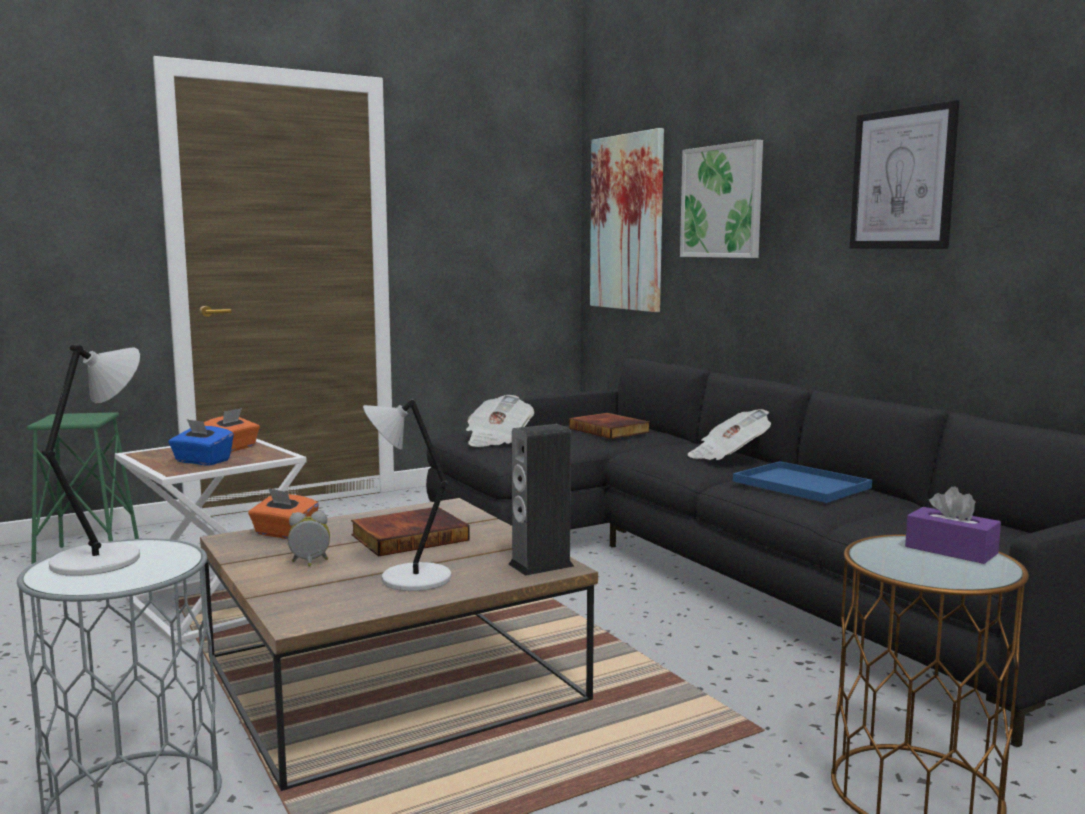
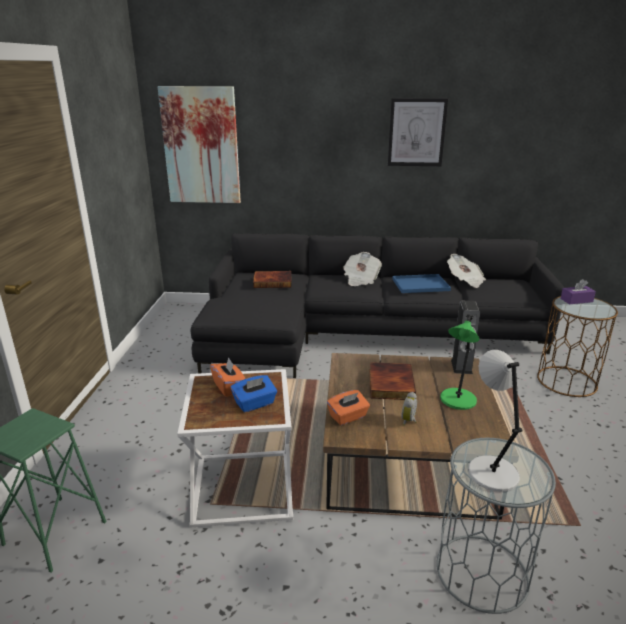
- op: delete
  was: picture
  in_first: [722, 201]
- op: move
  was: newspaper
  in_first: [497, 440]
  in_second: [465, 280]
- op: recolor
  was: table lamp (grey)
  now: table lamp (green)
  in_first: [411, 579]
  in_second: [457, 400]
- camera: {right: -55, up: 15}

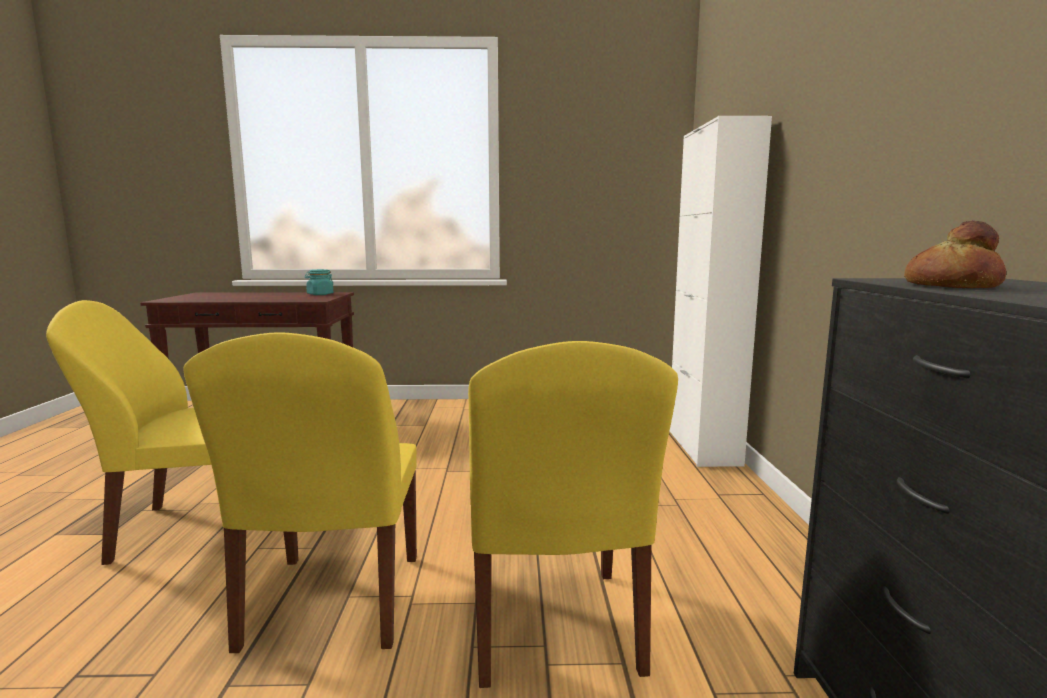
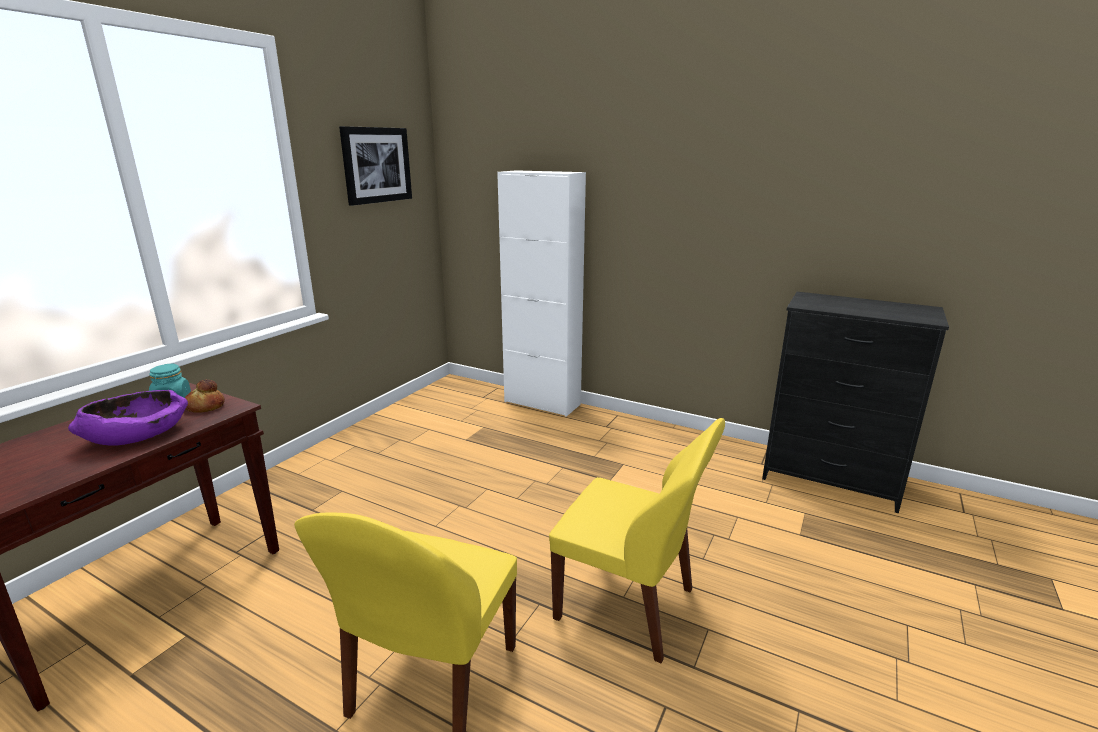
- op: delete
  was: chair (yellow)
  in_first: [553, 629]
- op: insert
  now: bowl (purple)
  in_second: [137, 435]
- op: insert
  now: picture
  in_second: [376, 165]
- op: move
  was: bread
  in_first: [950, 286]
  in_second: [204, 407]
- camera: {right: -60, up: 10}

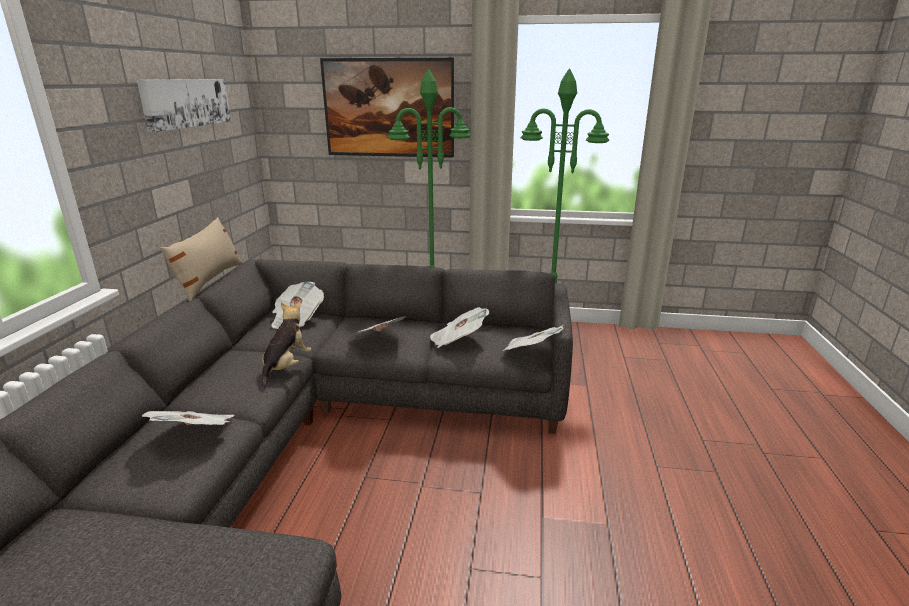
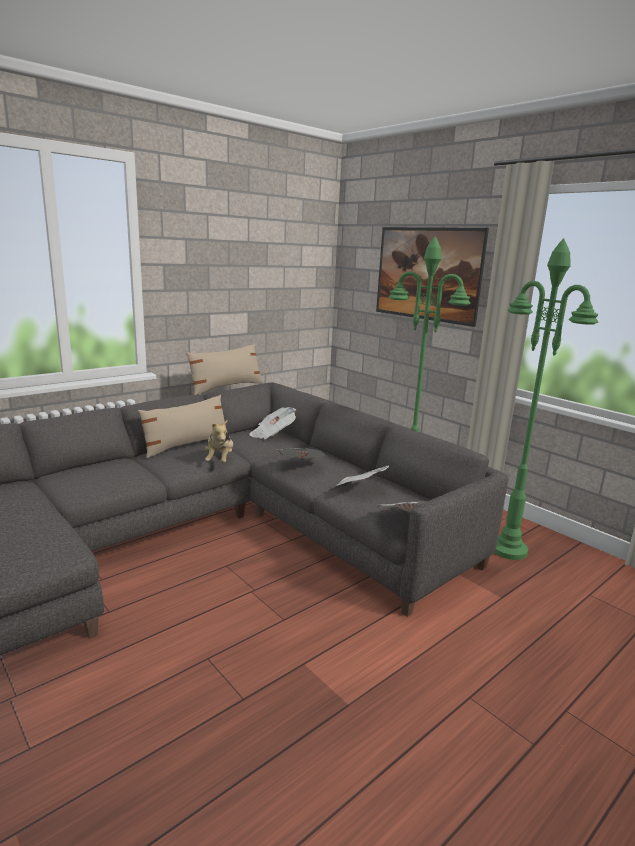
- op: delete
  was: picture
  in_first: [187, 103]
- op: delete
  was: newspaper
  in_first: [196, 434]
- op: insert
  now: pillow (beige)
  in_second: [186, 445]
- op: rotate
  was: plush toy
  in_first: [286, 367]
  in_second: [220, 460]
  clockwise: 120
- camera: {right: 40, up: -5}

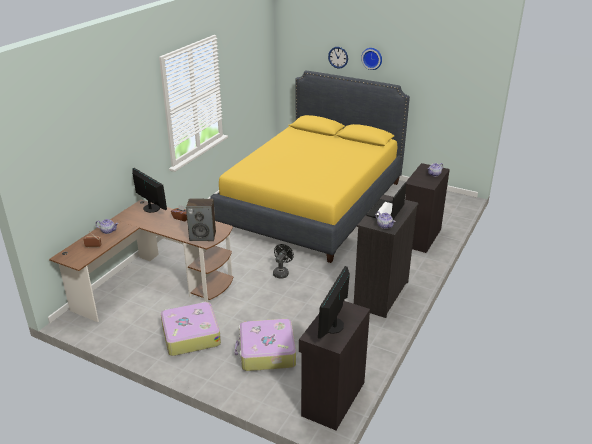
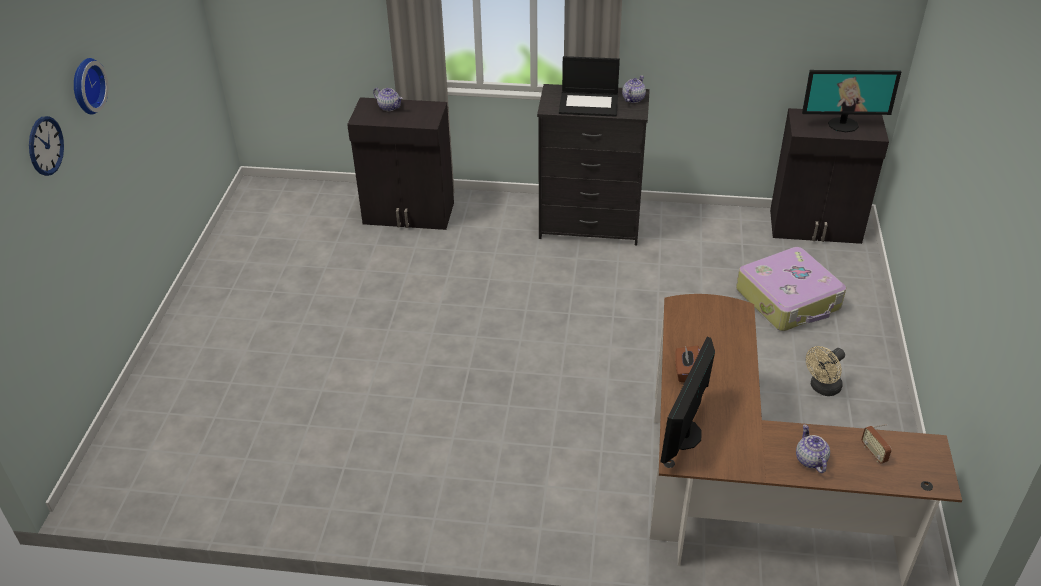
- op: delete
  was: speaker
  in_first: [203, 236]
- op: delete
  was: bed (yellow)
  in_first: [313, 204]
- op: delete
  was: fan (black)
  in_first: [281, 272]
- op: replace
  was: suitcase
  now: fan (beige)
  in_first: [190, 335]
  in_second: [822, 388]
- camera: {right: -110, up: 10}

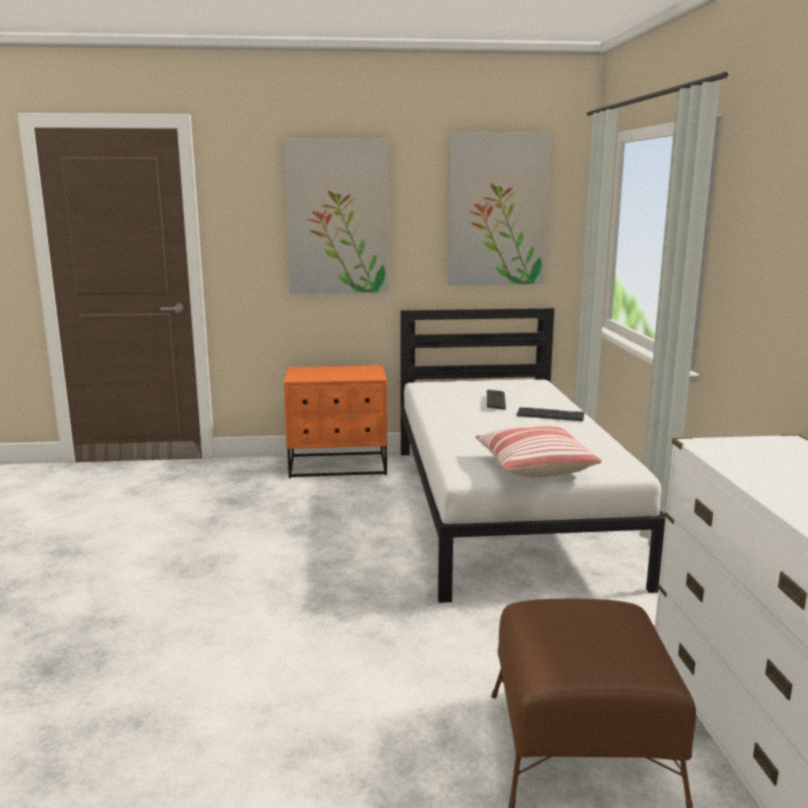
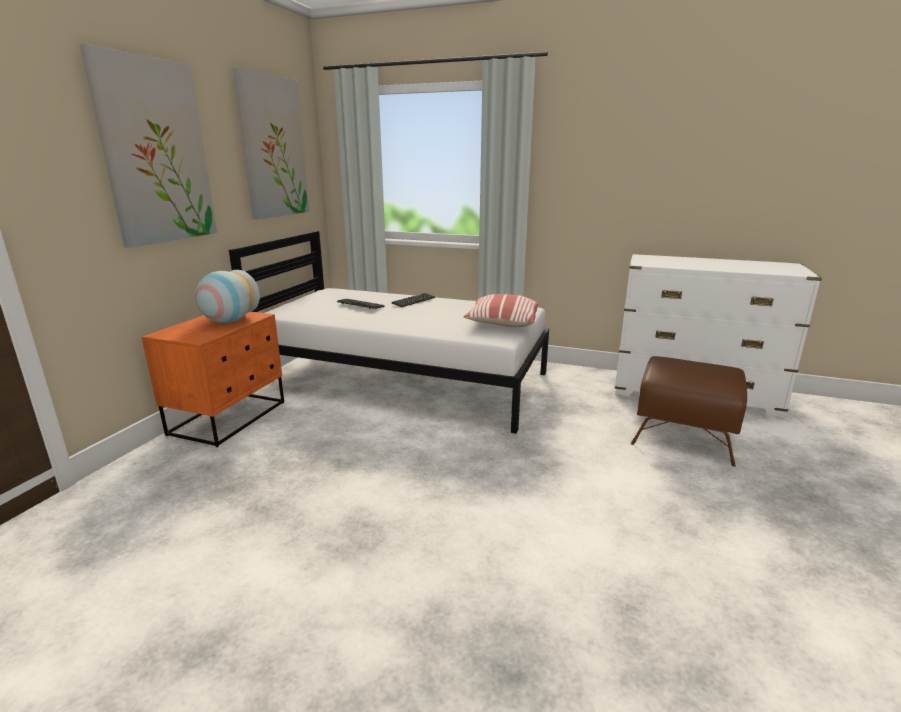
- op: insert
  now: vase
  in_second: [228, 321]
- camera: {right: -65, up: 5}

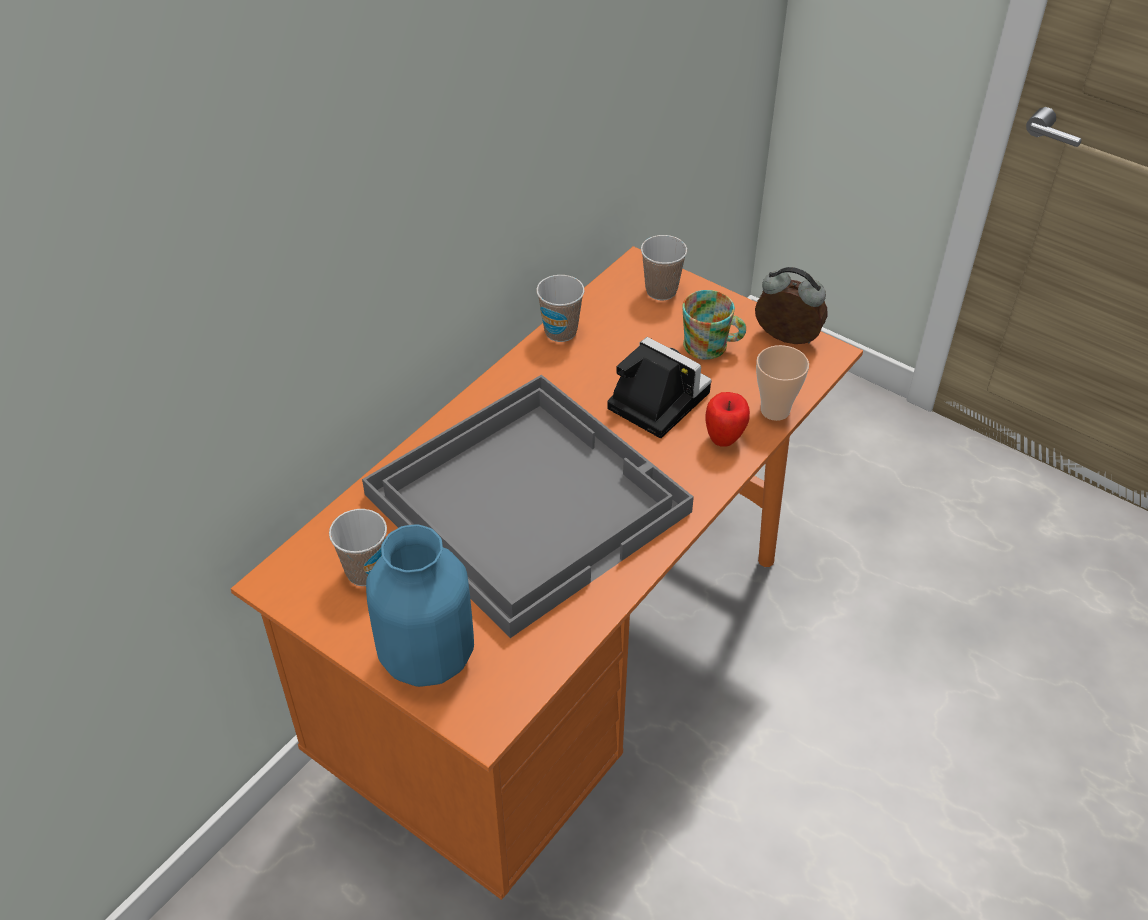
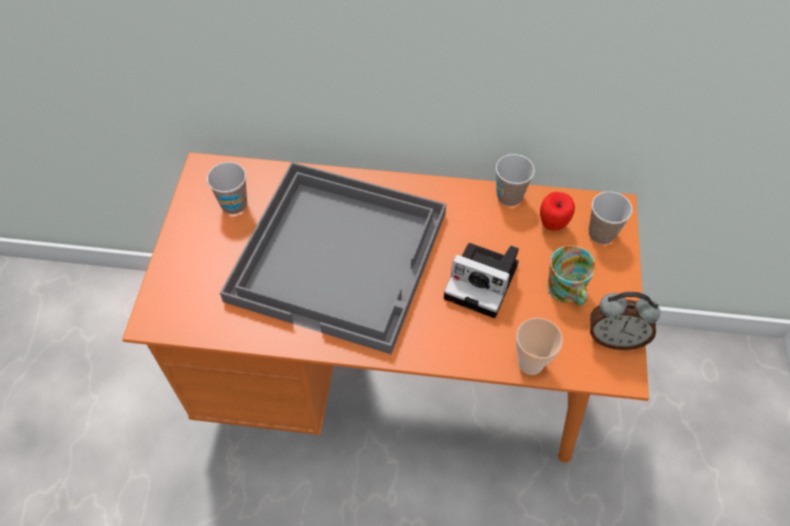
- op: delete
  was: vase (blue)
  in_first: [426, 655]
- op: move
  was: apple
  in_first: [724, 440]
  in_second: [552, 225]
- op: rotate
  was: photo camera
  in_first: [654, 399]
  in_second: [484, 282]
  clockwise: 105
- op: rotate
  was: alarm clock
  in_first: [786, 340]
  in_second: [614, 338]
  clockwise: 105
- camera: {right: 60, up: 10}

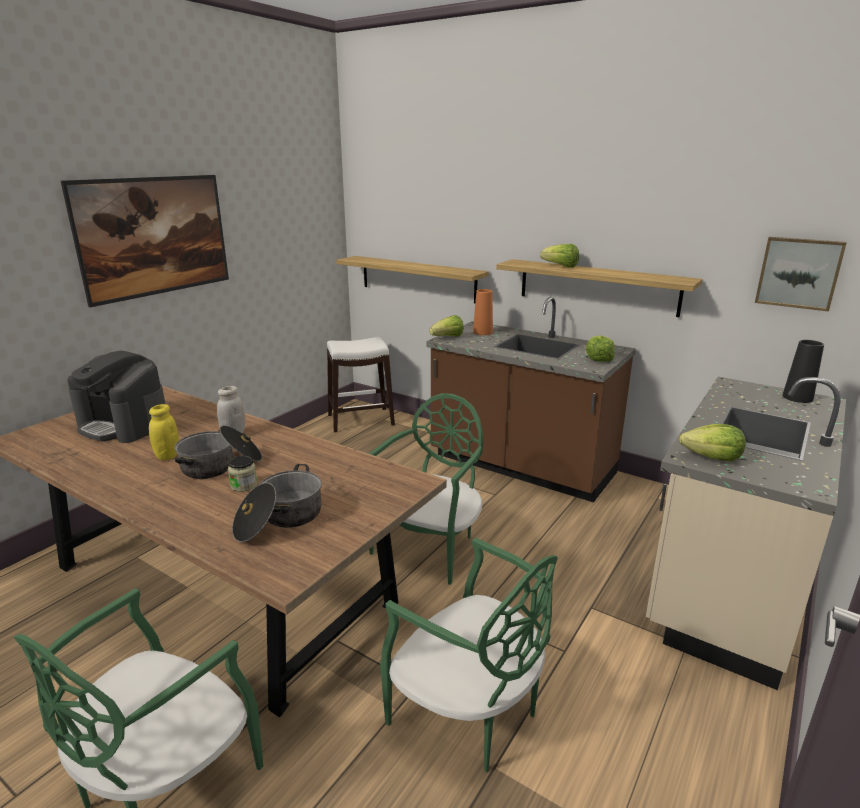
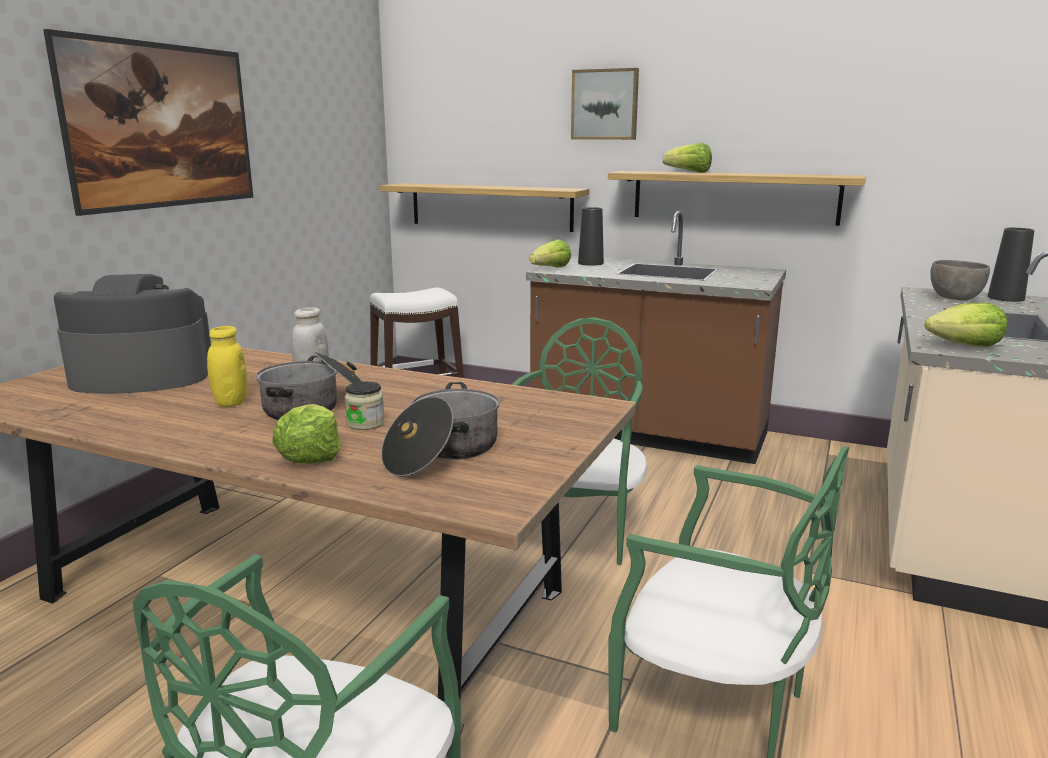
- op: insert
  now: bowl (grey)
  in_second: [954, 298]
- op: move
  was: lettuce
  in_first: [598, 358]
  in_second: [310, 455]
- op: move
  was: picture
  in_first: [799, 273]
  in_second: [605, 104]
- op: recolor
  was: vase (orange)
  now: vase (black)
  in_first: [482, 332]
  in_second: [590, 263]
- op: rotate
  was: coffee machine
  in_first: [124, 425]
  in_second: [142, 376]
  clockwise: 150
- camera: {right: -10, up: -5}

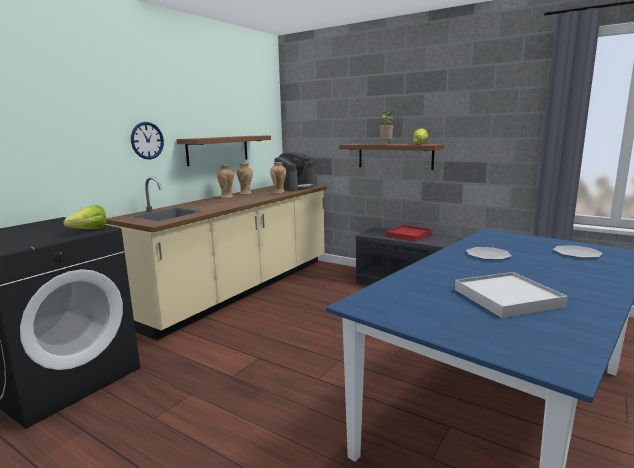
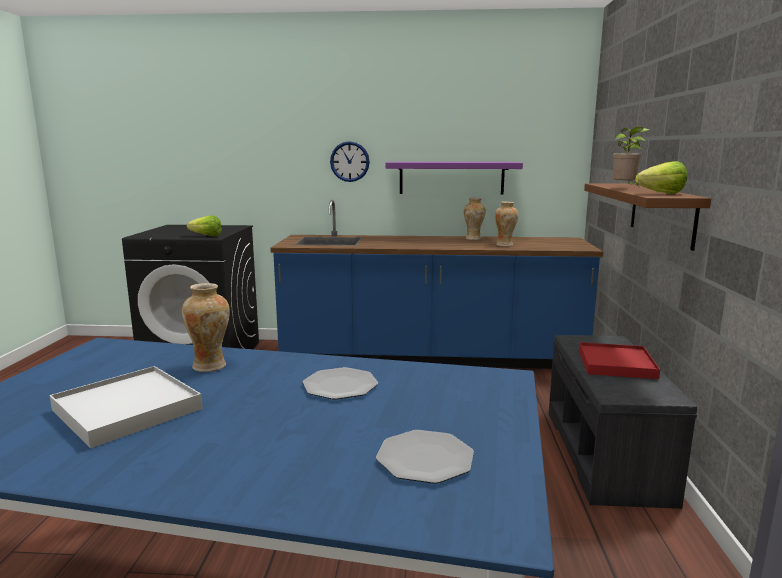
- op: delete
  was: coffee machine
  in_first: [295, 187]
- op: move
  was: vase
  in_first: [227, 197]
  in_second: [210, 366]
- op: recolor
  was: counter (beige)
  now: counter (blue)
  in_first: [242, 289]
  in_second: [431, 357]
- op: recolor
  was: shelf (brown)
  now: shelf (purple)
  in_first: [218, 150]
  in_second: [451, 178]
- camera: {right: 60, up: 0}

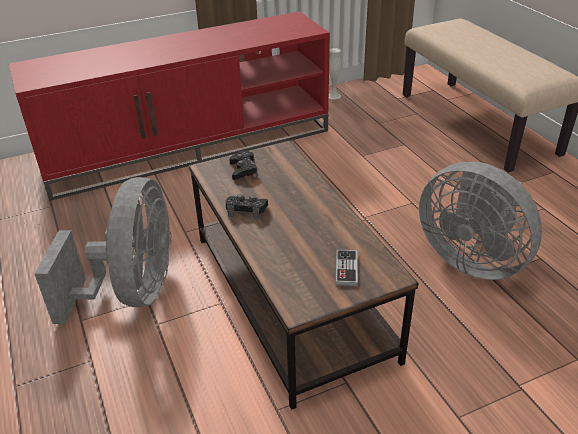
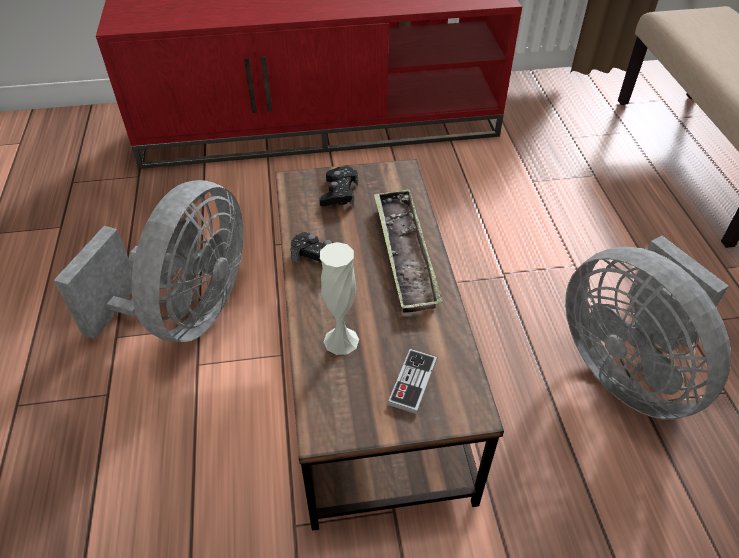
- op: insert
  now: tray
  in_second: [405, 254]
- op: move
  was: vase (white)
  in_first: [333, 96]
  in_second: [341, 340]
- camera: {right: 15, up: 10}

